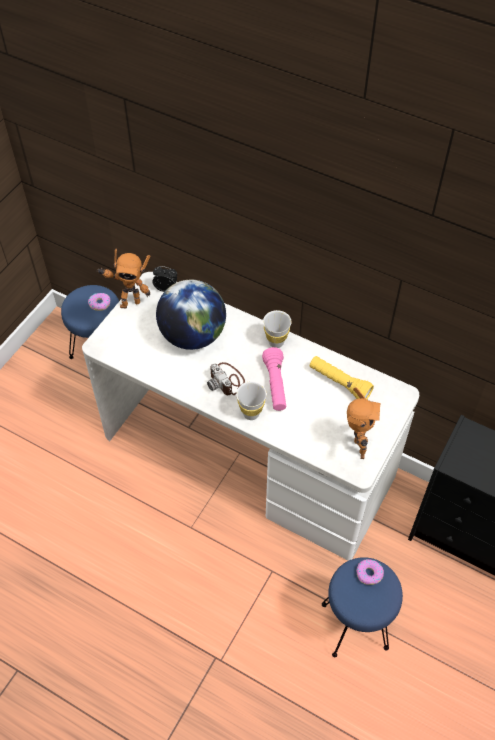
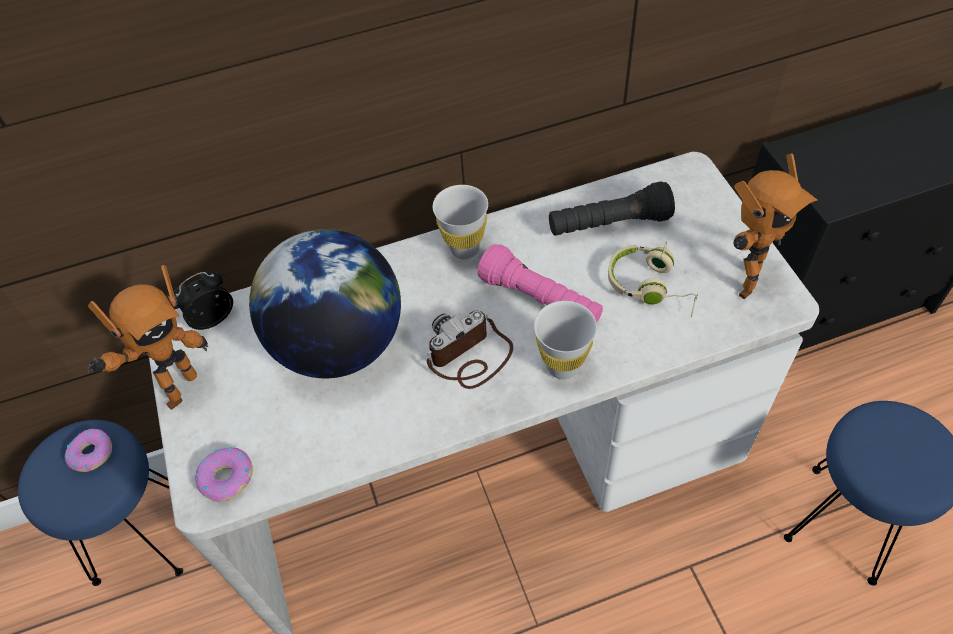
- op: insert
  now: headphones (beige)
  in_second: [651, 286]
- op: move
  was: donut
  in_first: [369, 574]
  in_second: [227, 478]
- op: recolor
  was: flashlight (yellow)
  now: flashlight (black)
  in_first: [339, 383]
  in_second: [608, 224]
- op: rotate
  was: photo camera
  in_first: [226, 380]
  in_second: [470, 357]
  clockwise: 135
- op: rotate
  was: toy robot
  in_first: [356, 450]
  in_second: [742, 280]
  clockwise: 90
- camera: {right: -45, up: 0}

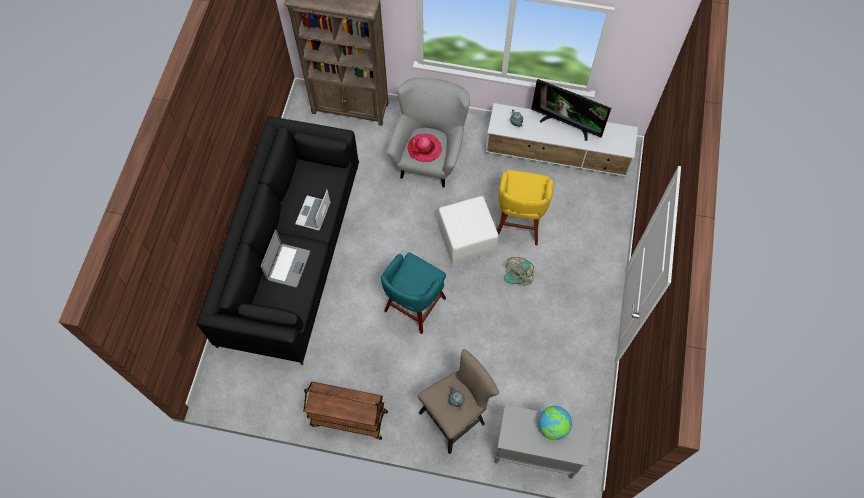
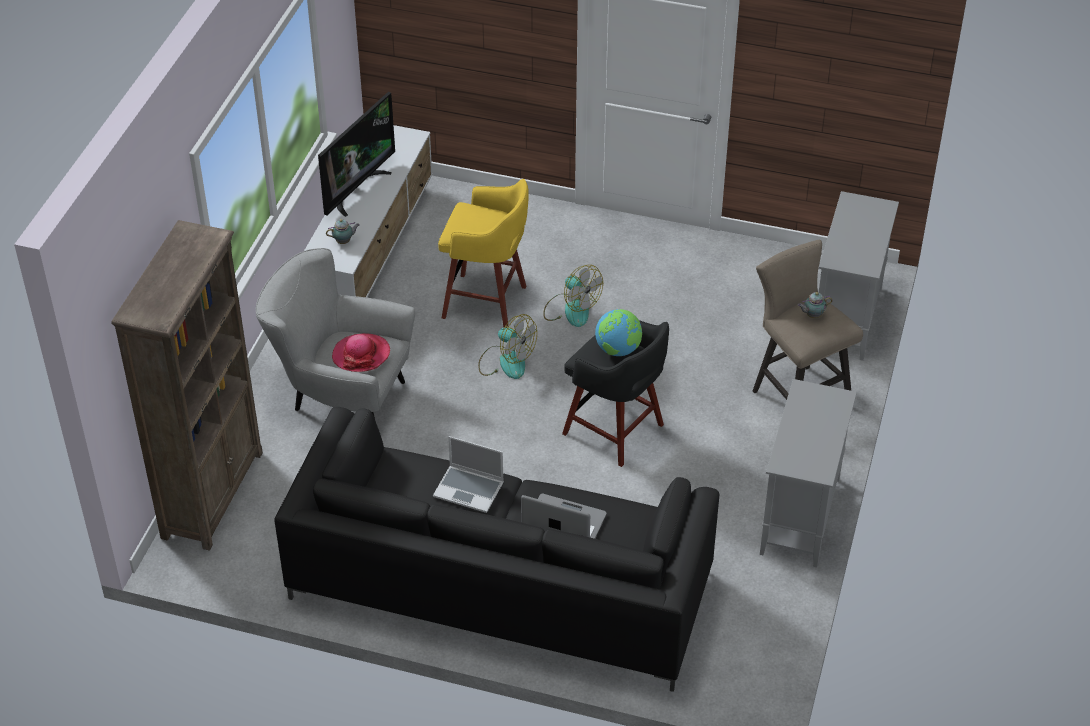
- op: move
  was: globe
  in_first: [552, 427]
  in_second: [618, 350]
- op: replace
  was: cart (brown)
  now: cabinet (grey)
  in_first: [348, 418]
  in_second: [800, 517]
- op: replace
  was: ottoman (white)
  now: fan
  in_first: [467, 239]
  in_second: [506, 361]
- op: recolor
  was: stool (turquoise)
  now: stool (black)
  in_first: [413, 306]
  in_second: [615, 431]
- camera: {right: -85, up: -20}

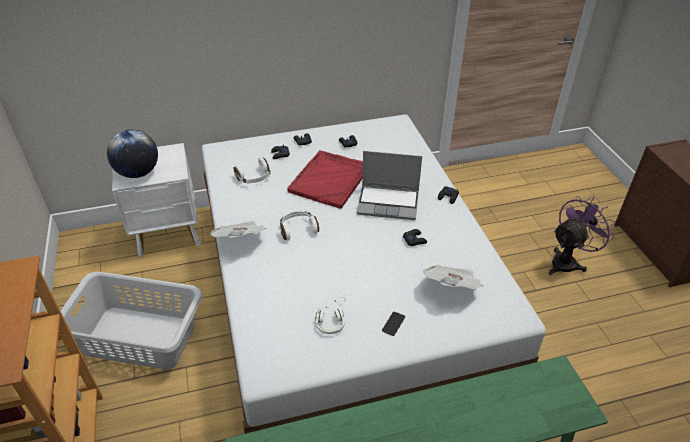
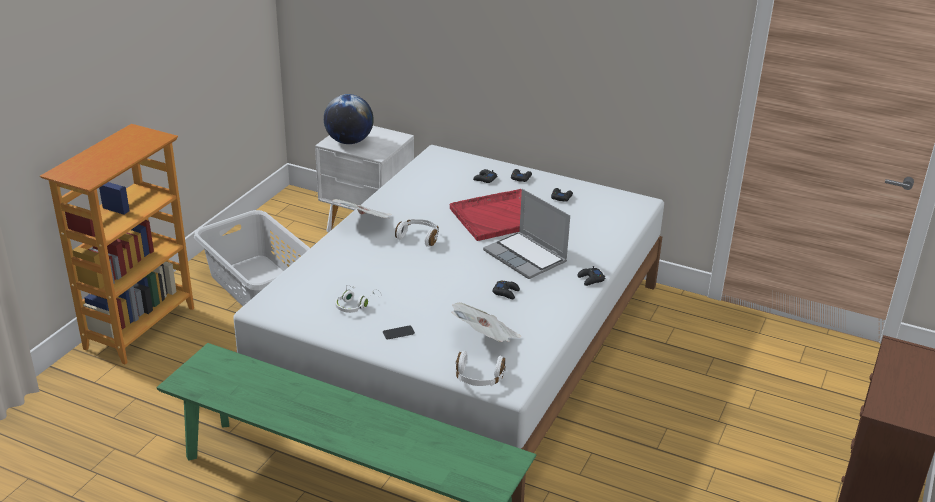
- op: delete
  was: fan (purple)
  in_first: [567, 261]
- op: move
  was: headphones (white)
  in_first: [254, 177]
  in_second: [478, 378]
- camera: {right: 40, up: -10}

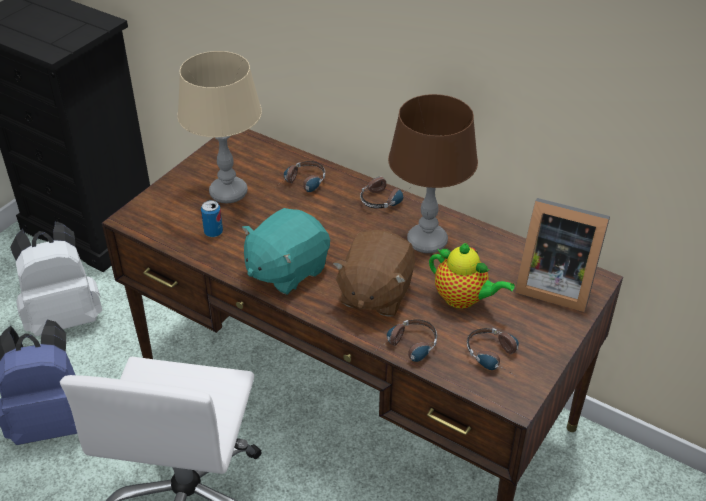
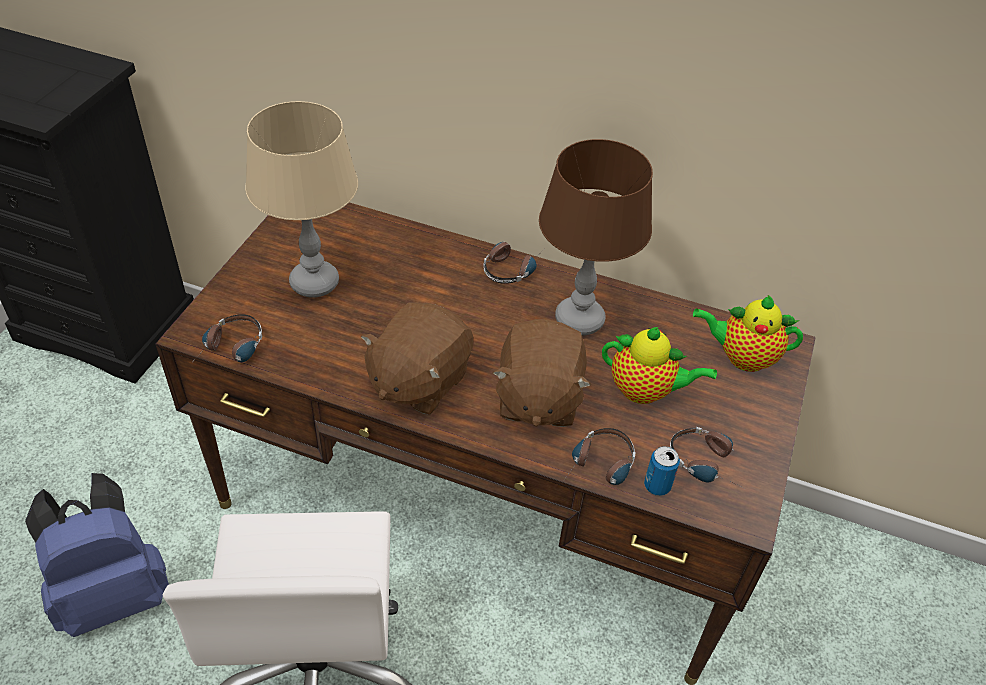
- op: delete
  was: backpack (white)
  in_first: [64, 317]
- op: move
  was: can
  in_first: [213, 232]
  in_second: [657, 486]
- op: move
  was: headphones
  in_first: [302, 184]
  in_second: [231, 351]
- op: replace
  was: picture frame
  now: teapot
  in_first: [553, 284]
  in_second: [742, 357]
- op: recolor
  was: plush toy (turquoise)
  now: plush toy (brown)
  in_first: [286, 270]
  in_second: [418, 380]
- camera: {right: -15, up: 5}

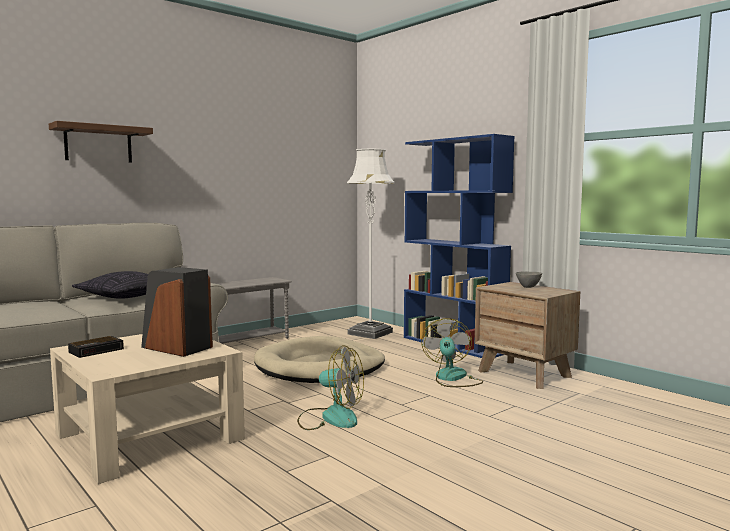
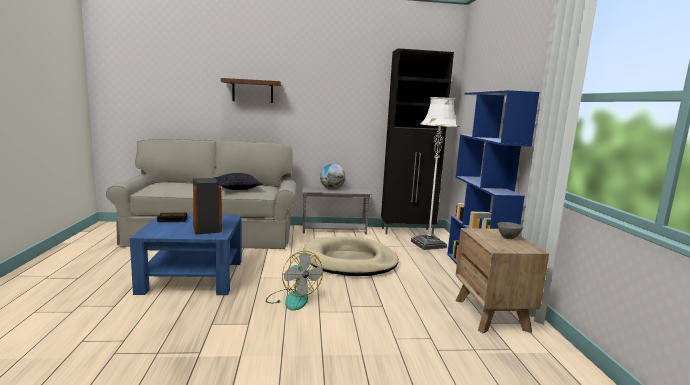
- op: delete
  was: fan
  in_first: [452, 378]
- op: insert
  now: globe
  in_second: [332, 189]
- op: insert
  now: cabinet (black)
  in_second: [408, 232]
- op: recolor
  was: coffee table (beige)
  now: coffee table (blue)
  in_first: [149, 436]
  in_second: [193, 276]
- camera: {right: 35, up: 5}

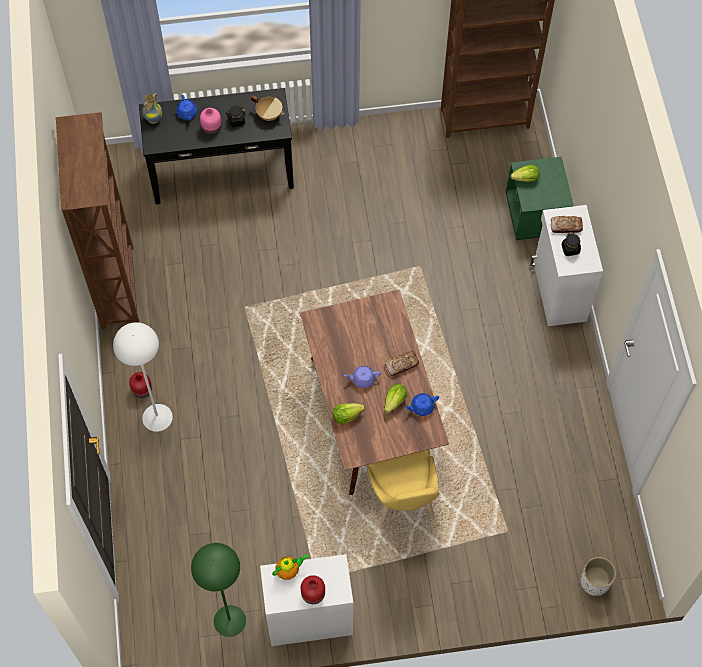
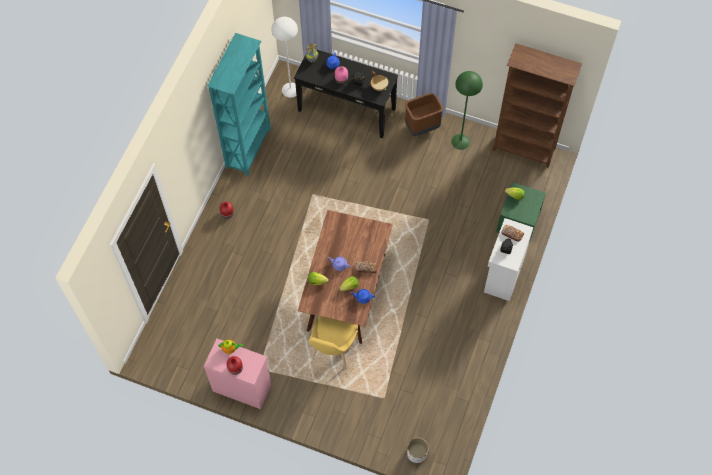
- op: insert
  now: trash can (brown)
  in_second: [422, 127]
- op: move
  was: floor lamp (white)
  in_first: [157, 417]
  in_second: [290, 89]
- op: move
  was: floor lamp (green)
  in_first: [230, 620]
  in_second: [460, 142]
- op: recolor
  was: bookcase (brown)
  now: bookcase (turquoise)
  in_first: [118, 286]
  in_second: [249, 148]
- op: recolor
  was: cabinet (white)
  now: cabinet (pink)
  in_first: [308, 617]
  in_second: [242, 386]
- camera: {right: 30, up: 0}

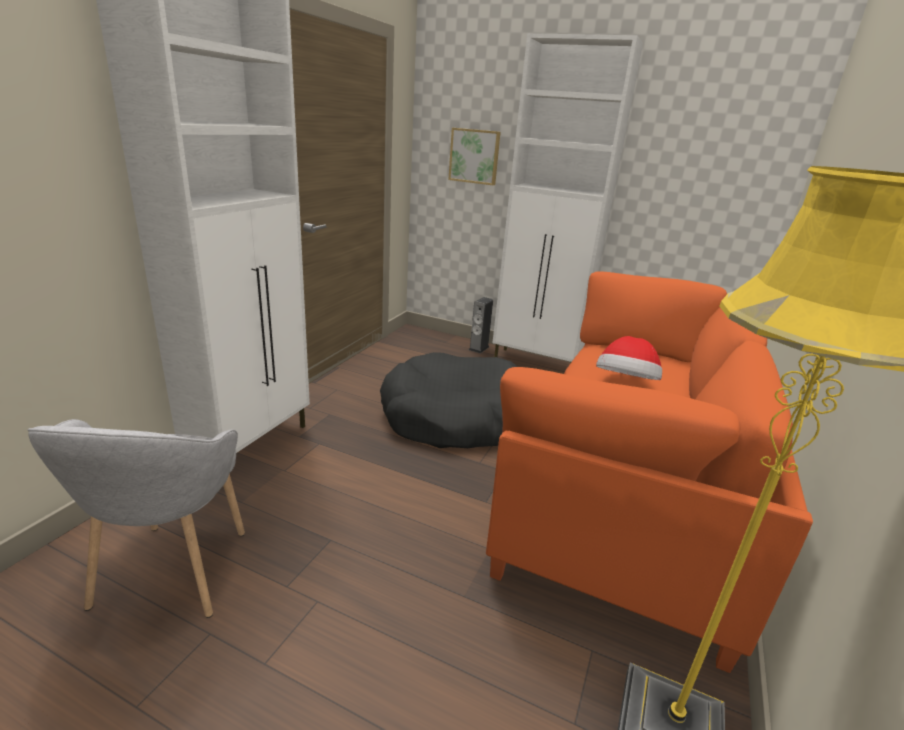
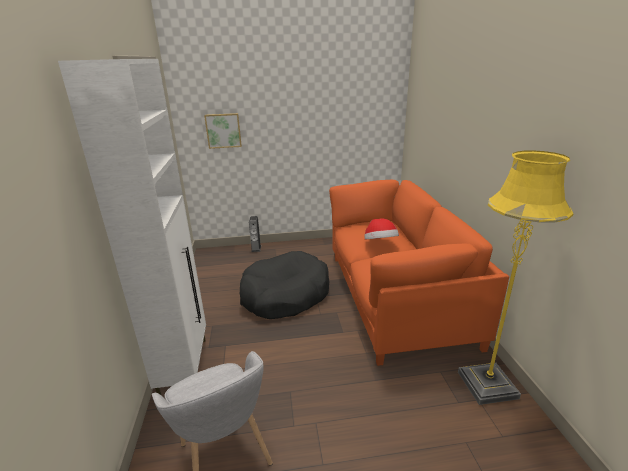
- op: delete
  was: cabinet (white)
  in_first: [536, 363]
- camera: {right: -30, up: 0}

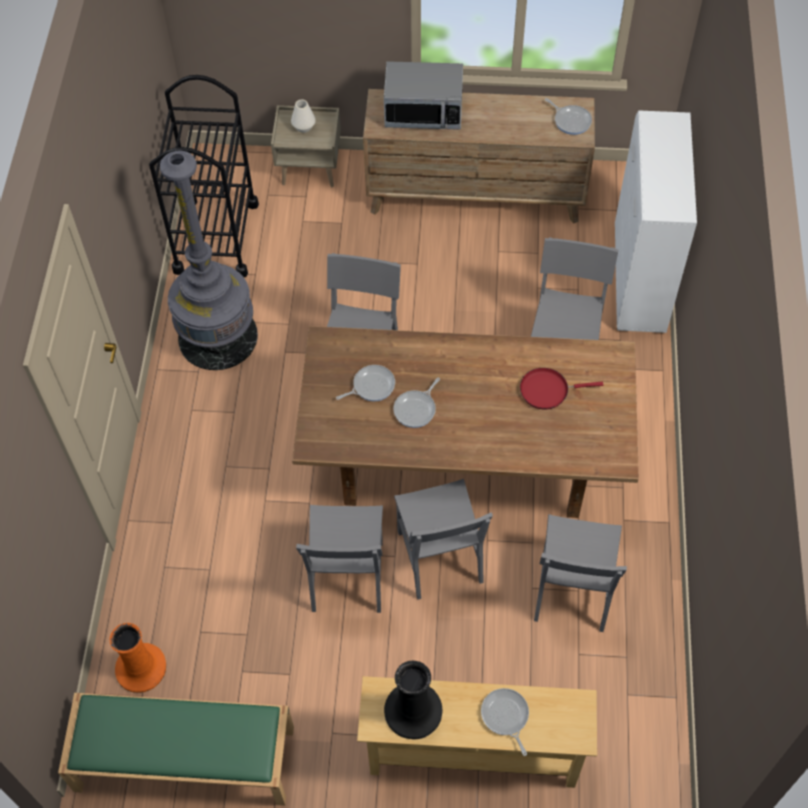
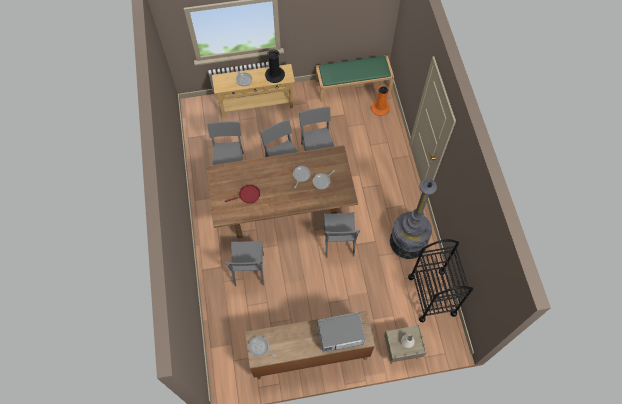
- op: delete
  was: cabinet (white)
  in_first: [639, 281]
- camera: {right: 165, up: 5}

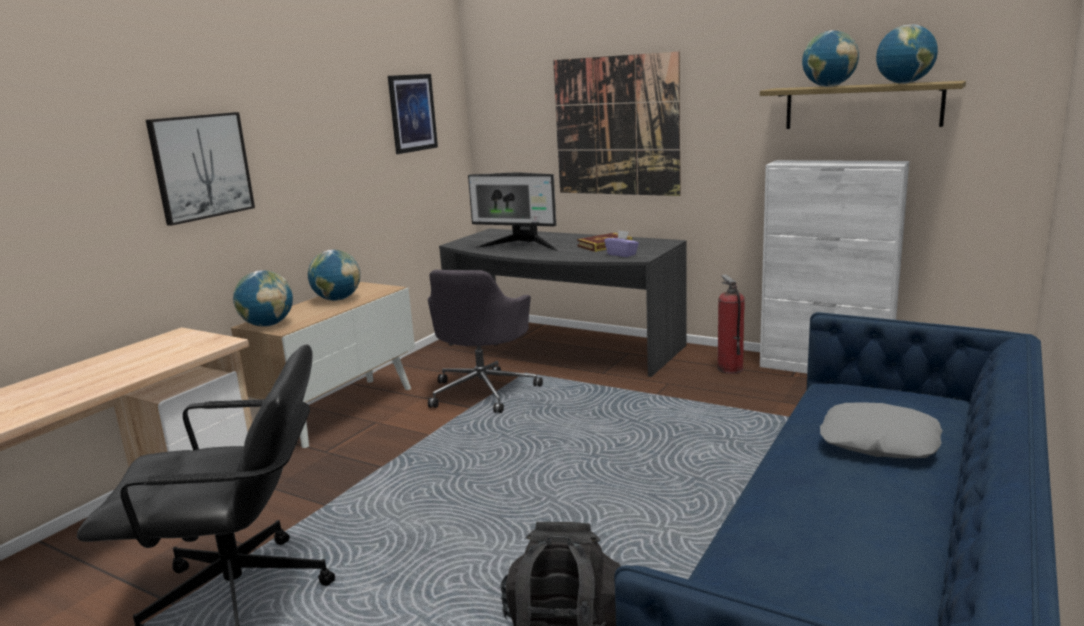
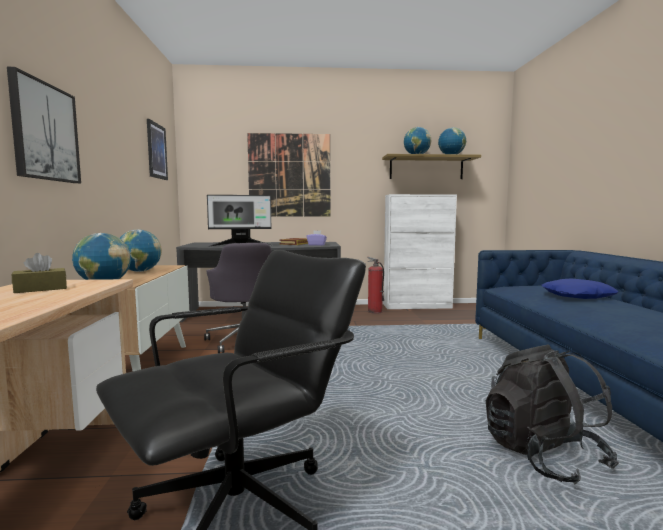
- op: insert
  now: tissue box (brown)
  in_second: [41, 289]
- op: recolor
  was: pillow (grey)
  now: pillow (blue)
  in_first: [878, 442]
  in_second: [577, 296]
- camera: {right: -35, up: -10}

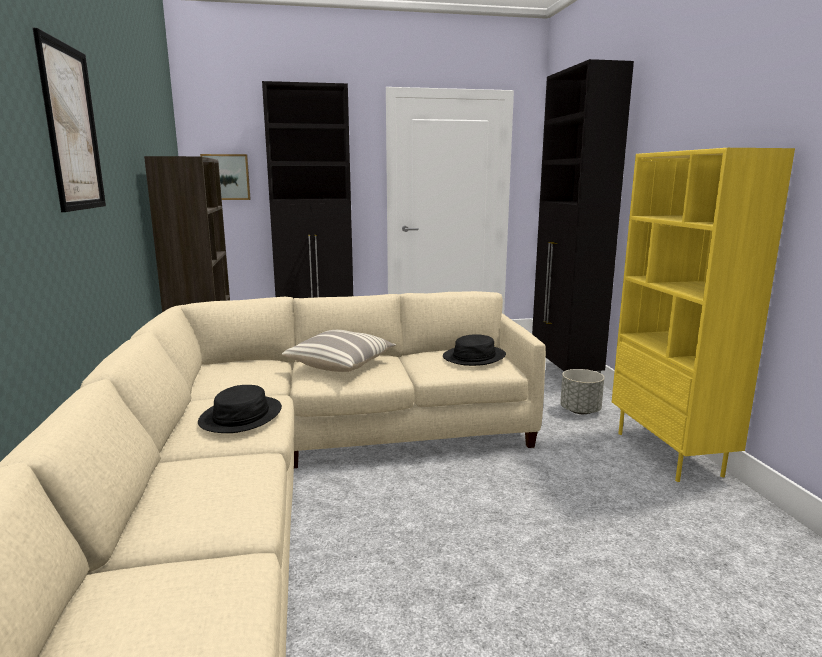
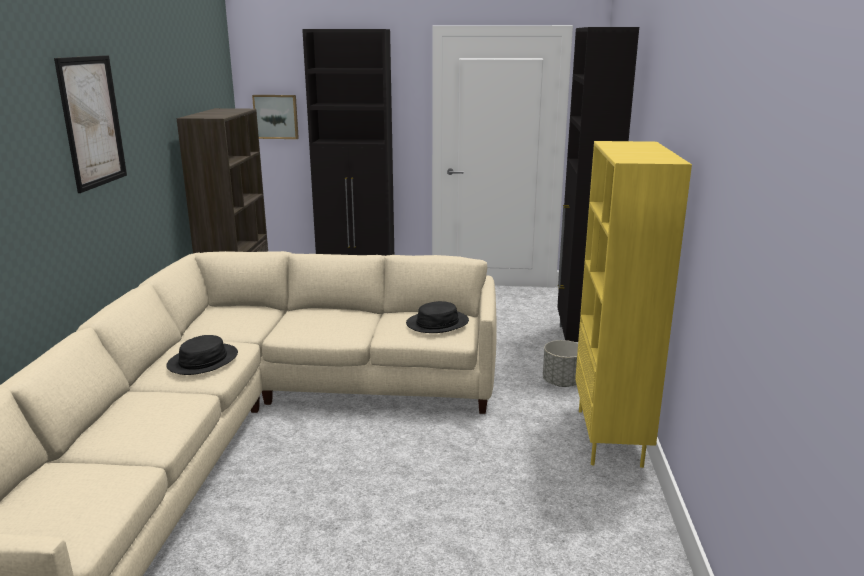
- op: delete
  was: pillow
  in_first: [341, 364]
- camera: {right: 15, up: 5}

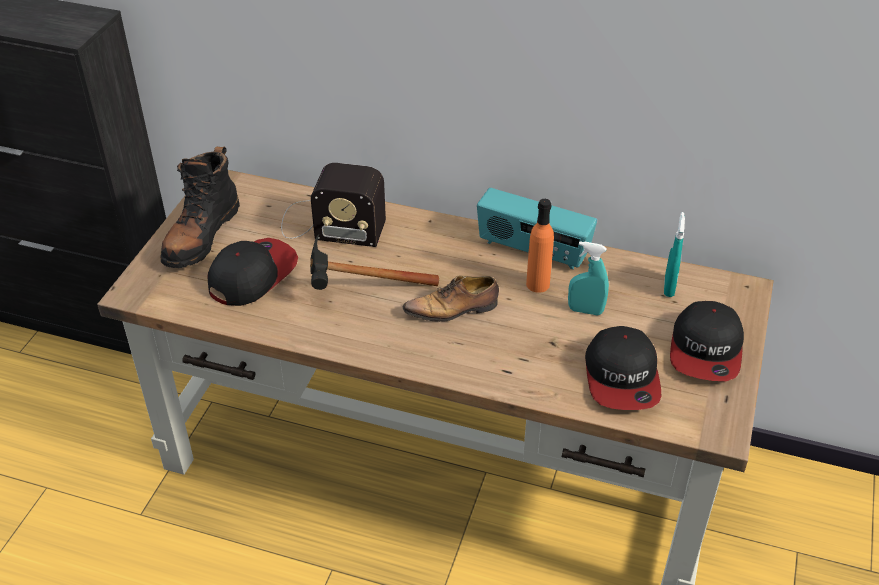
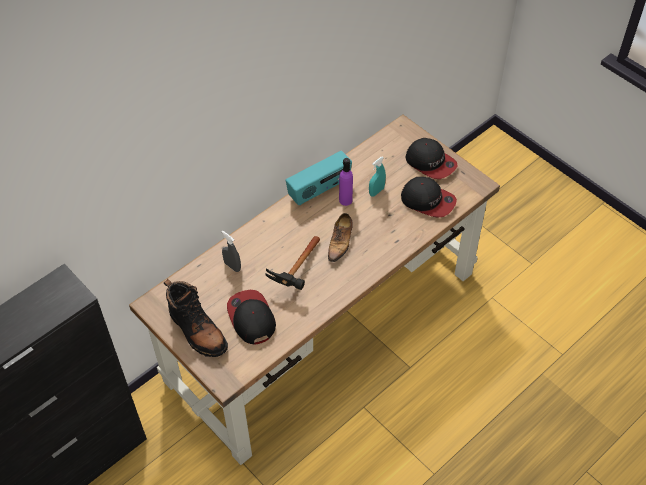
- op: delete
  was: spray bottle (turquoise)
  in_first: [669, 287]
- op: replace
  was: radio
  now: spray bottle (grey)
  in_first: [329, 224]
  in_second: [232, 266]
- op: recolor
  was: bottle (orange)
  now: bottle (purple)
  in_first: [537, 284]
  in_second: [345, 200]
- camera: {right: -60, up: 10}

